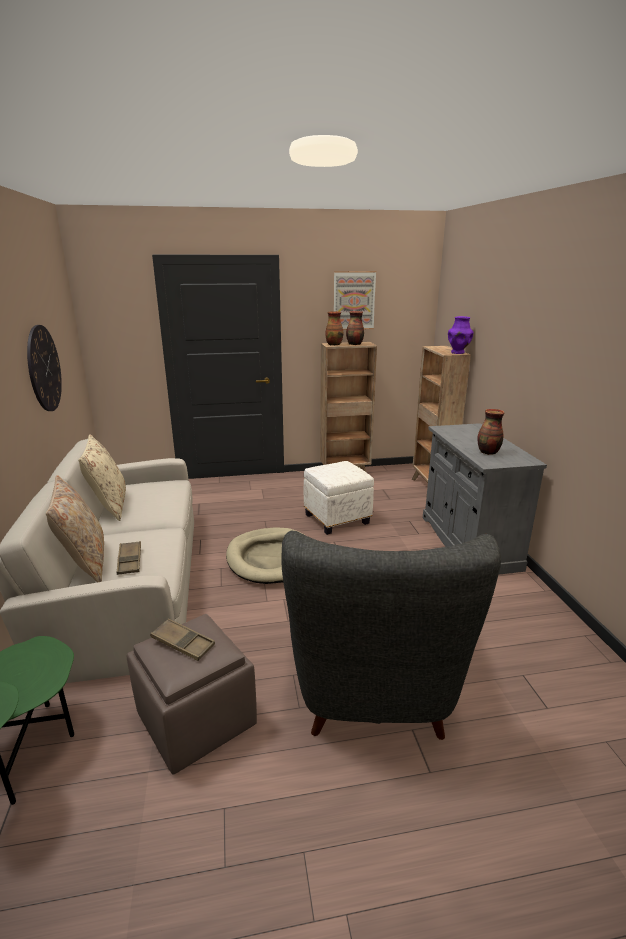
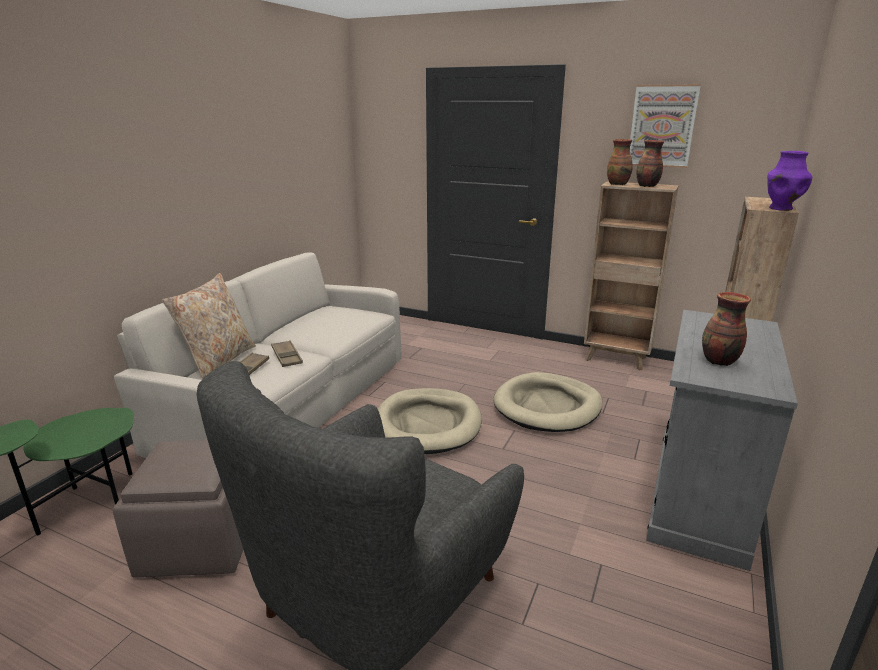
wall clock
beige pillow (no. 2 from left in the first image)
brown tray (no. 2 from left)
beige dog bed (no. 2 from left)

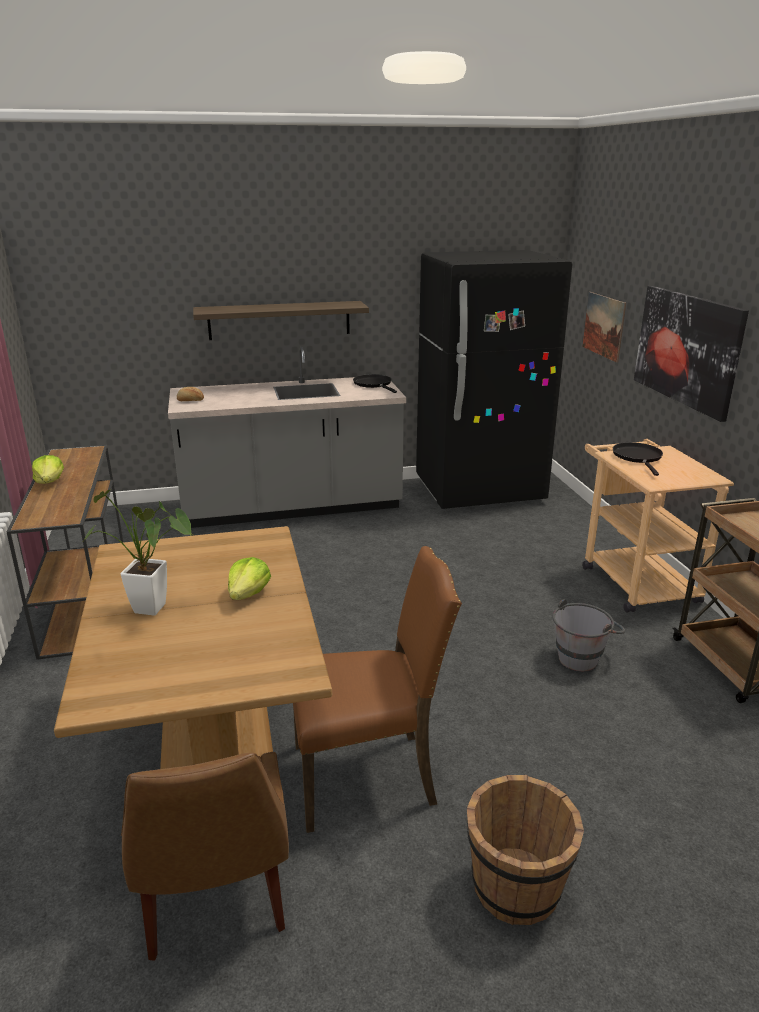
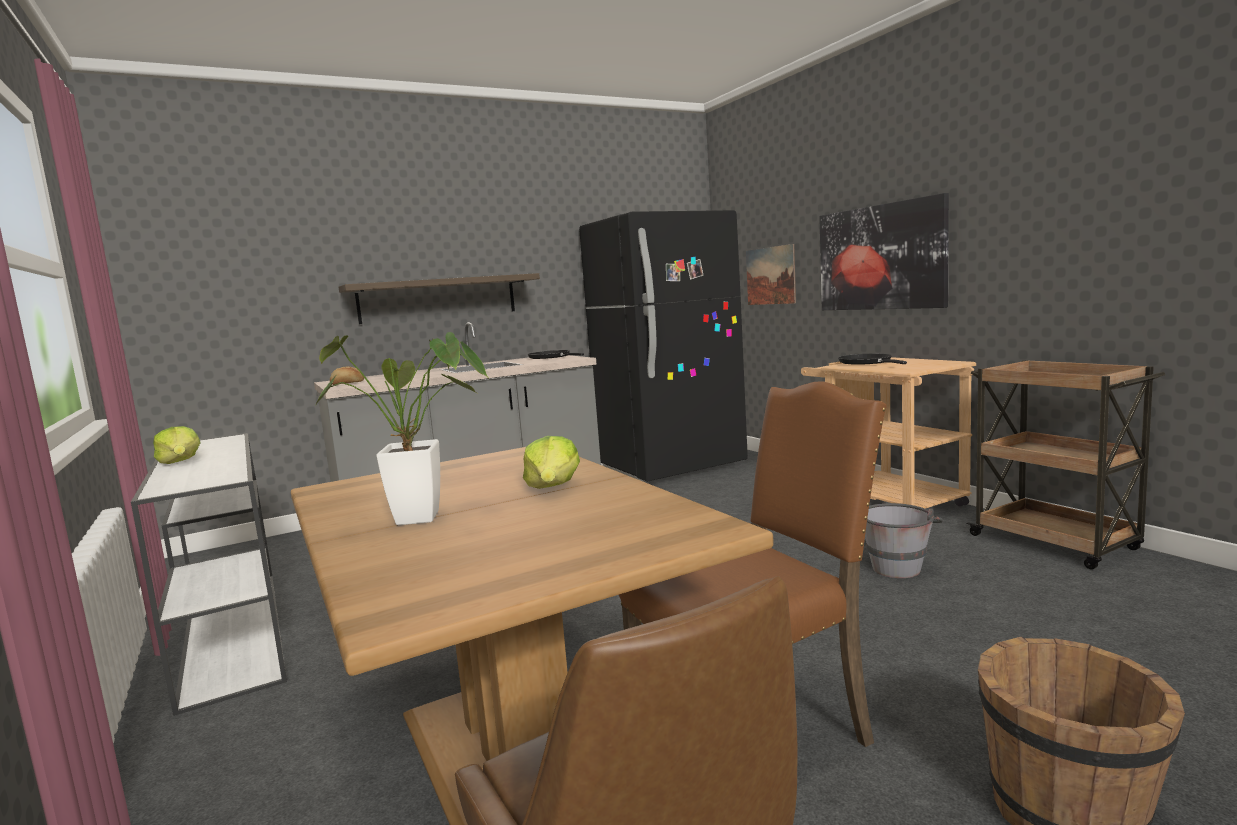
white console table

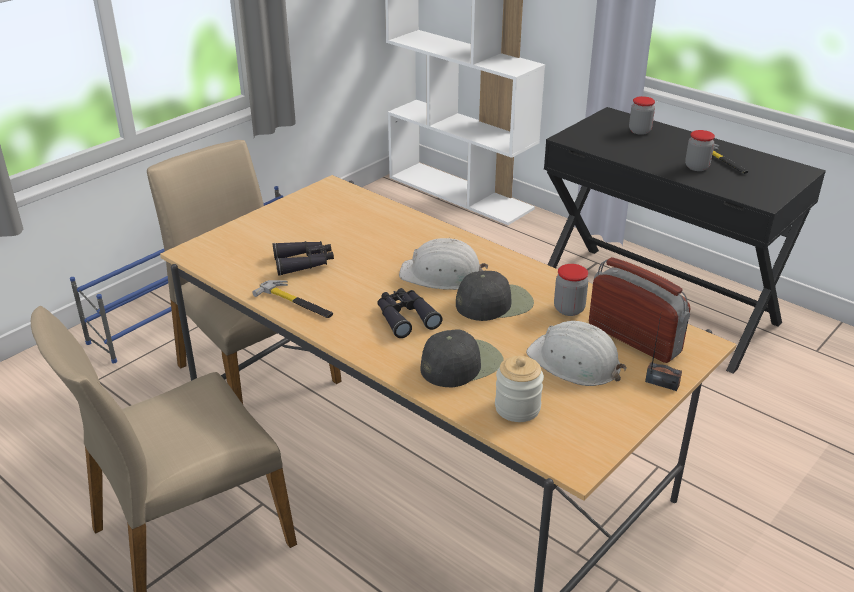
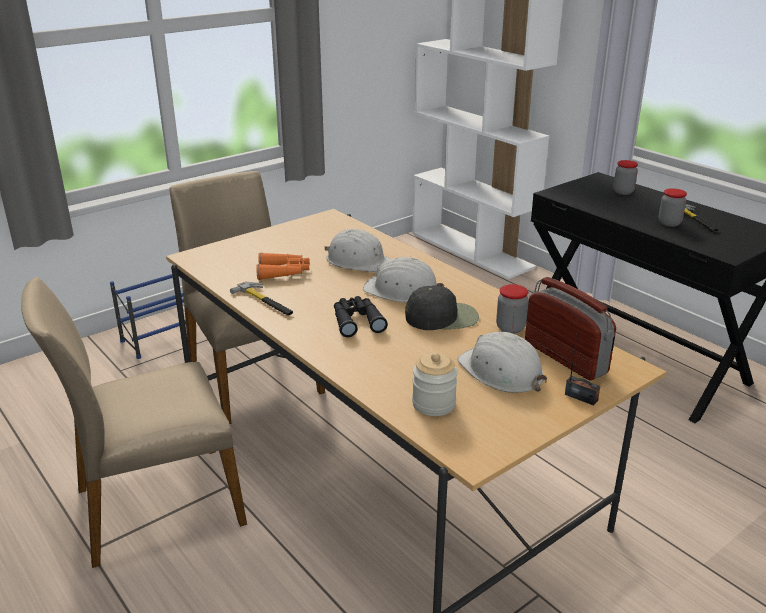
orange binoculars
black cap (no. 1 from left in the first image)
white hard hat (no. 1 from left)

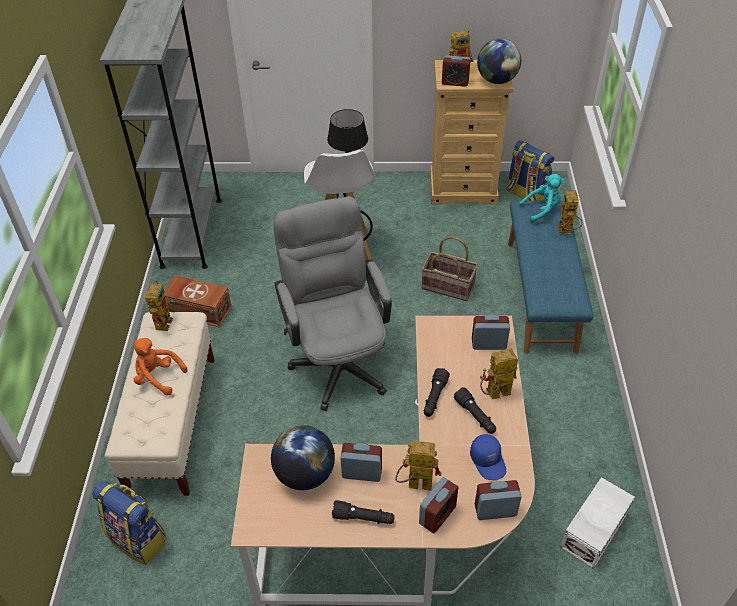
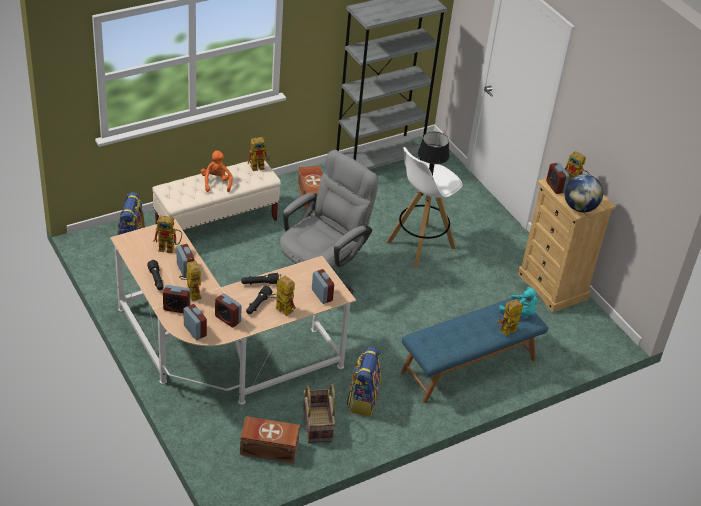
toy robot (no. 1 from left)
basket
alarm clock (no. 4 from left)
backpack (no. 2 from left)
brown storage box (no. 1 from left)

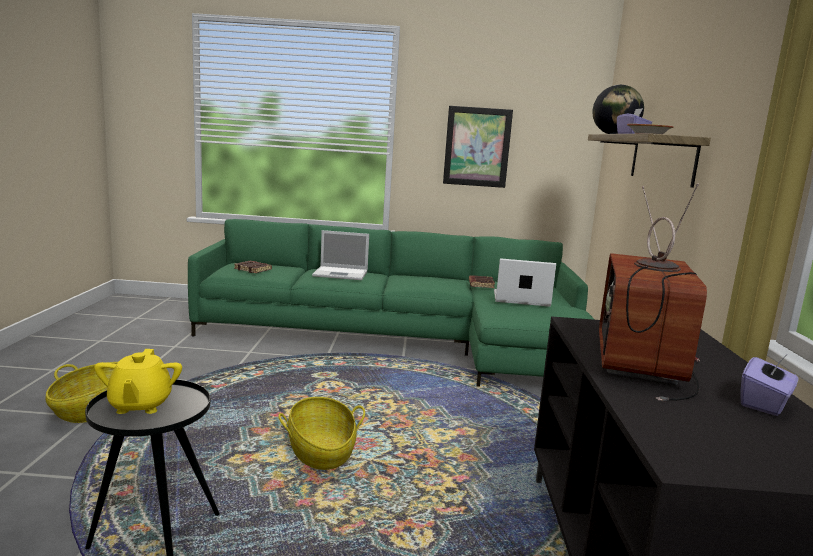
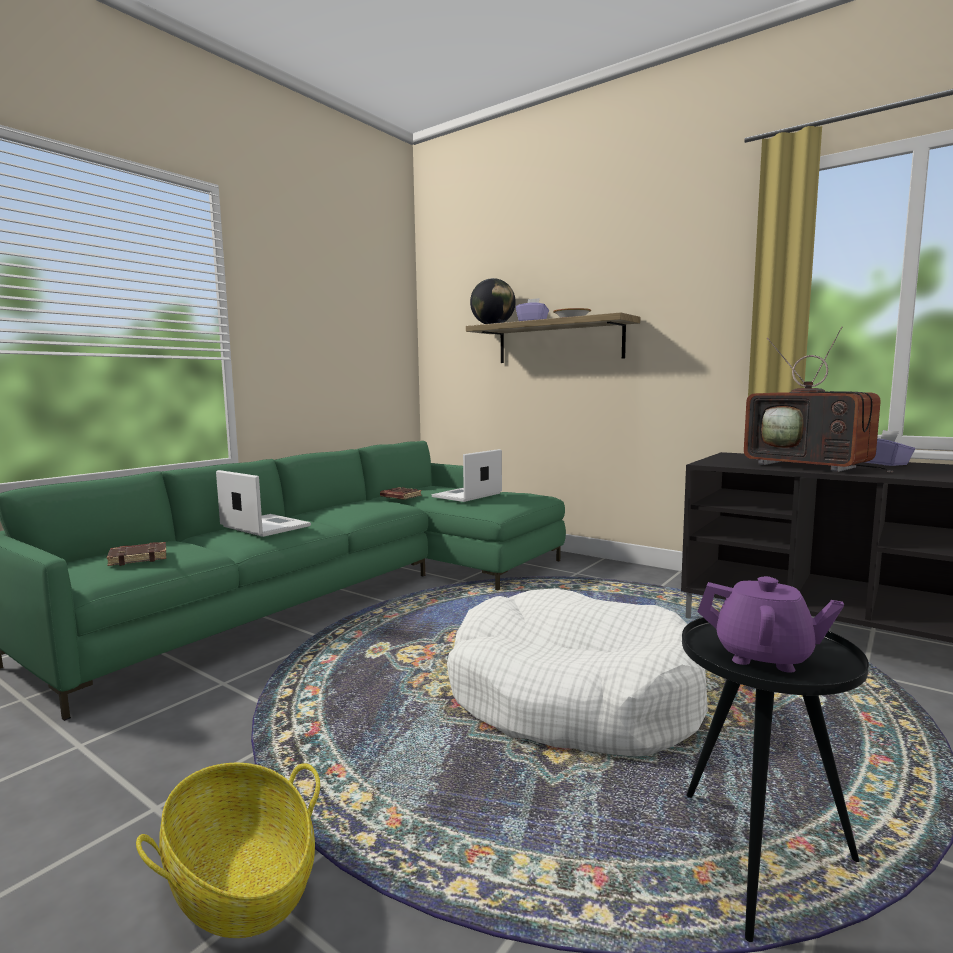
purple teapot
white dog bed
laptop (no. 1 from left)
picture

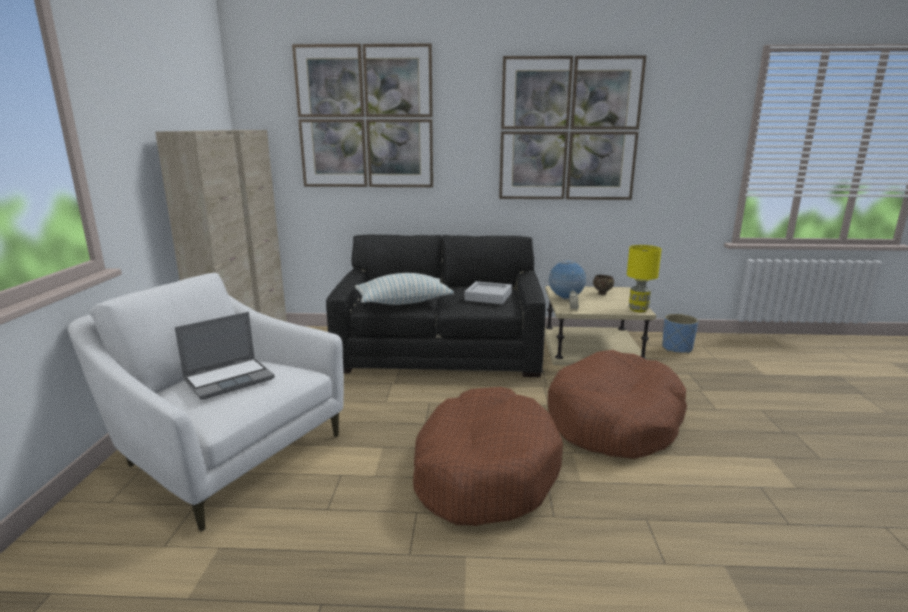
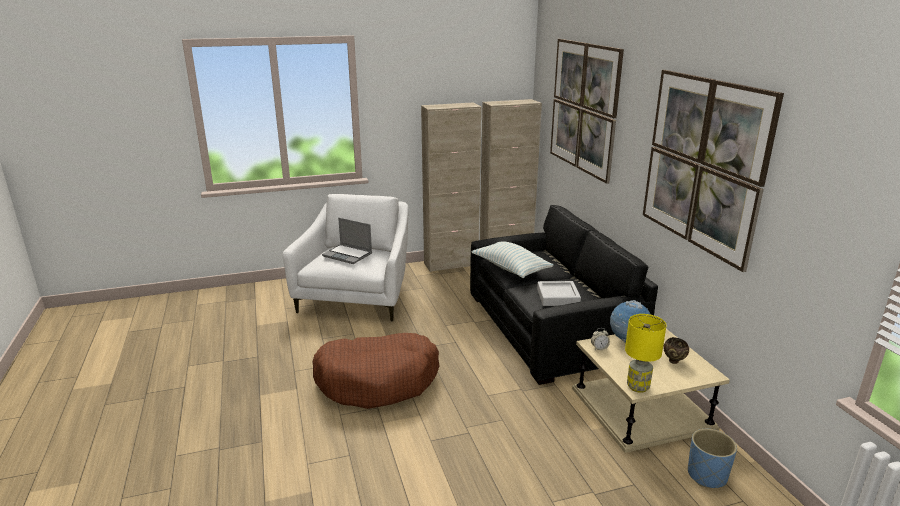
brown dog bed (no. 2 from left in the first image)

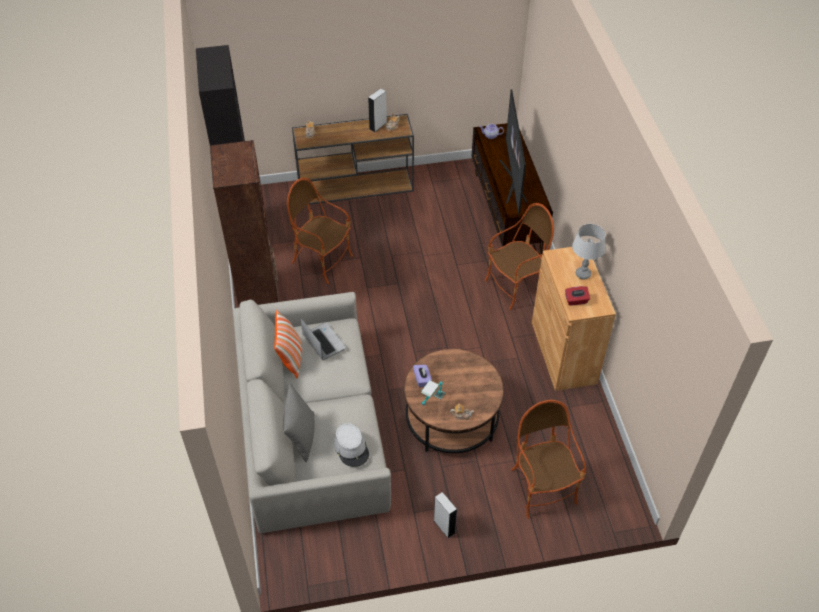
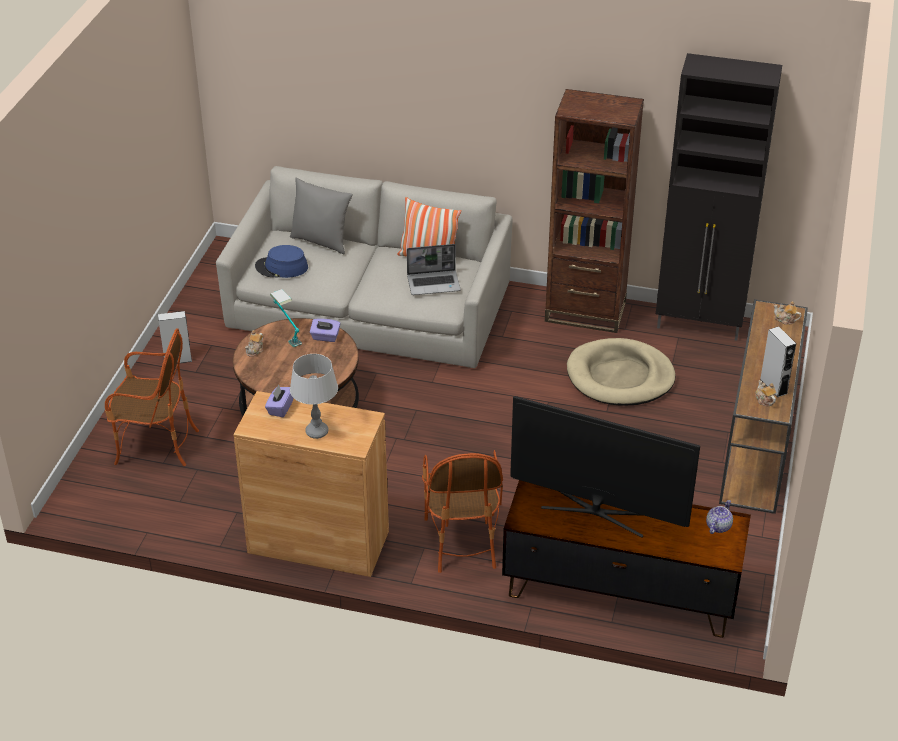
beige dog bed
blue hat
purple tissue box (no. 1 from left)

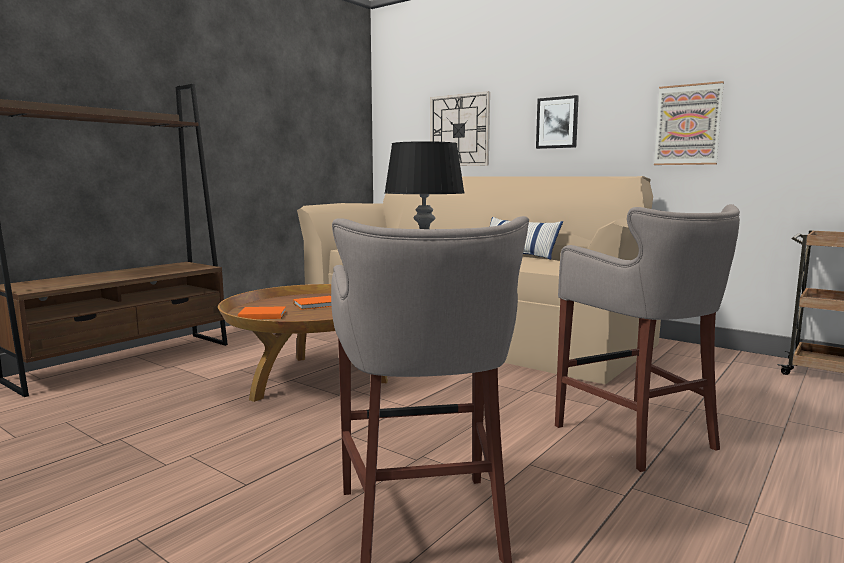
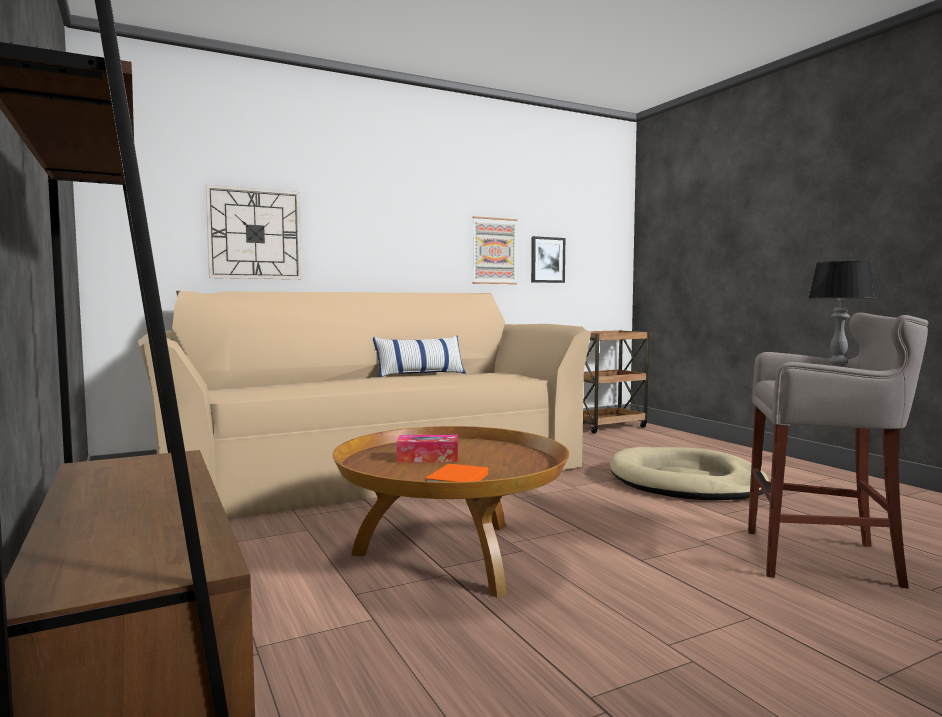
tissue box
picture (no. 2 from left)
beige dog bed

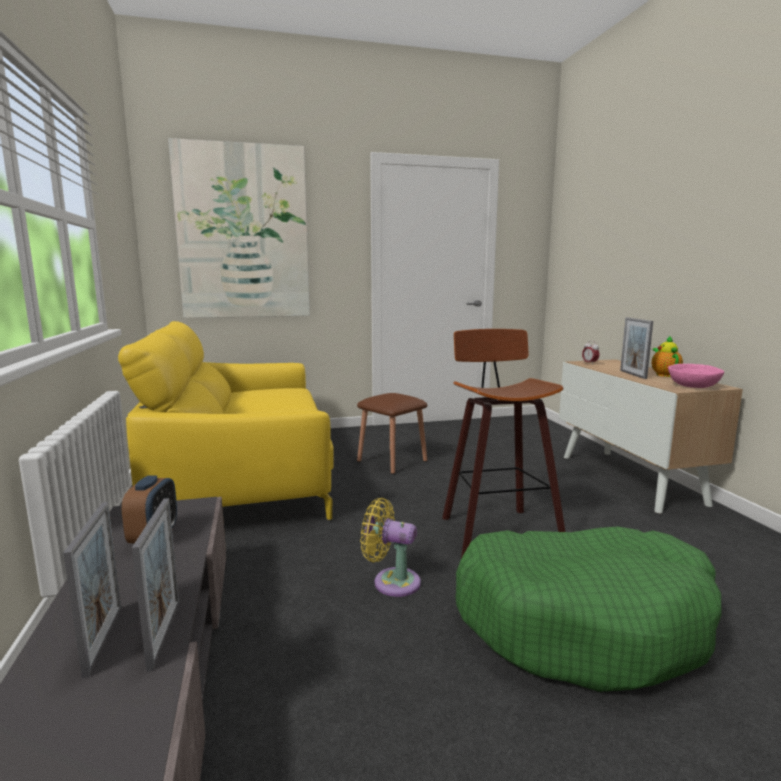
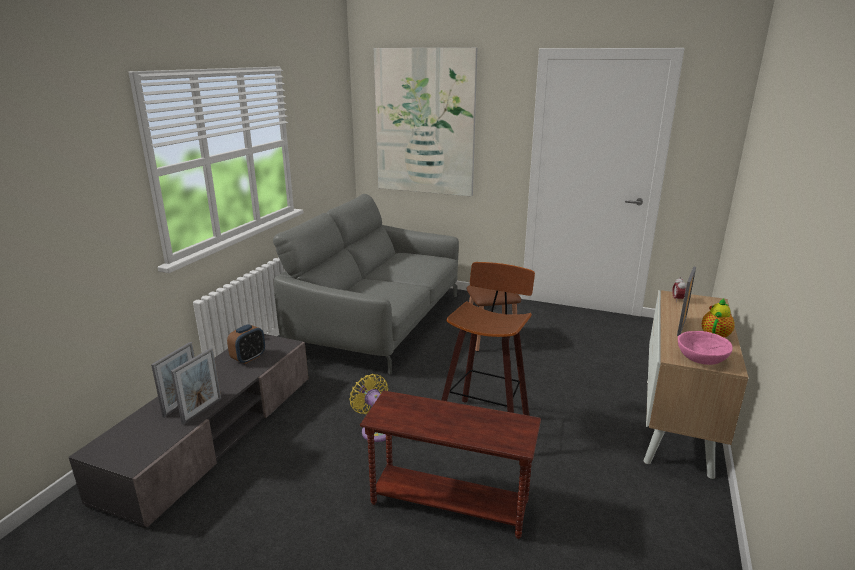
grey sofa
brown side table

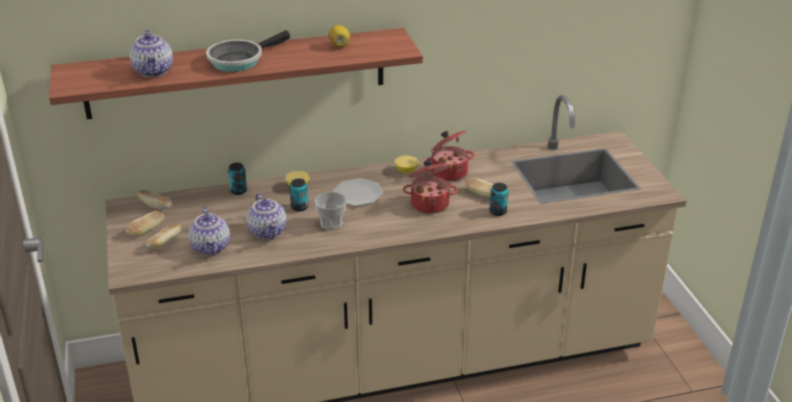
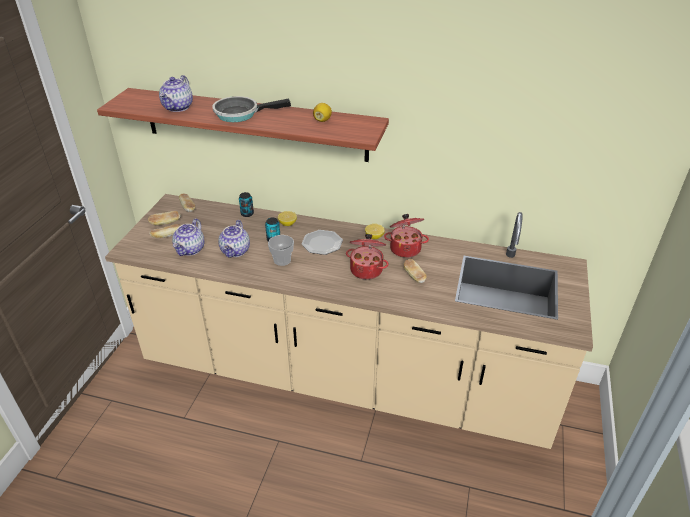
can (no. 3 from left in the first image)

